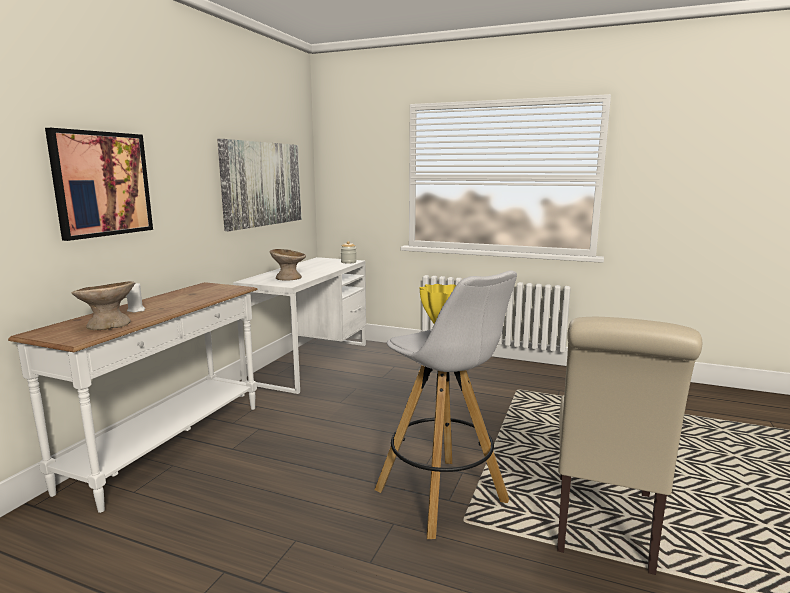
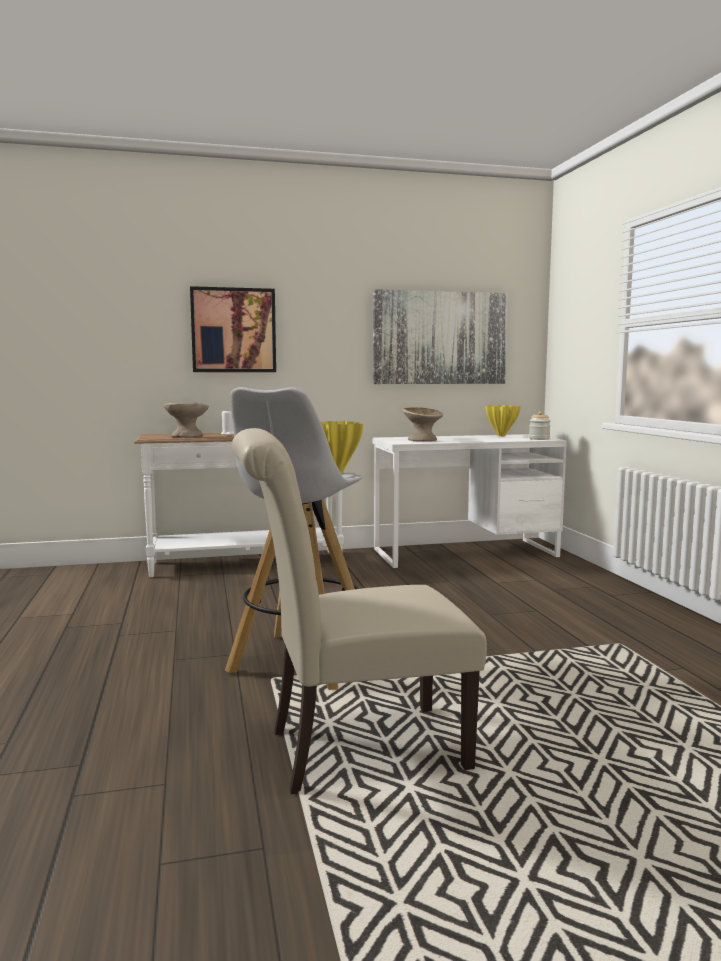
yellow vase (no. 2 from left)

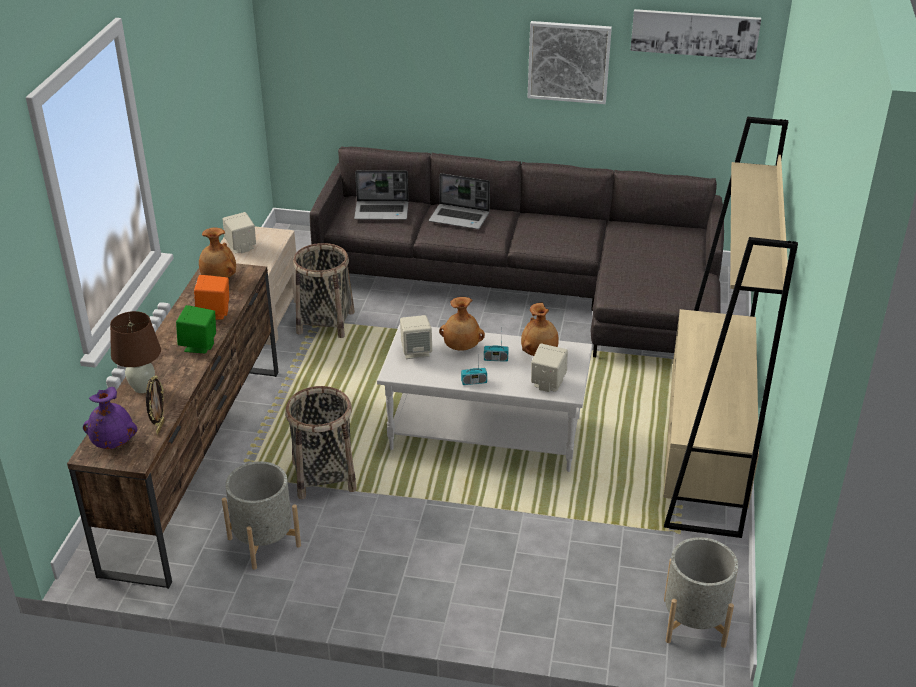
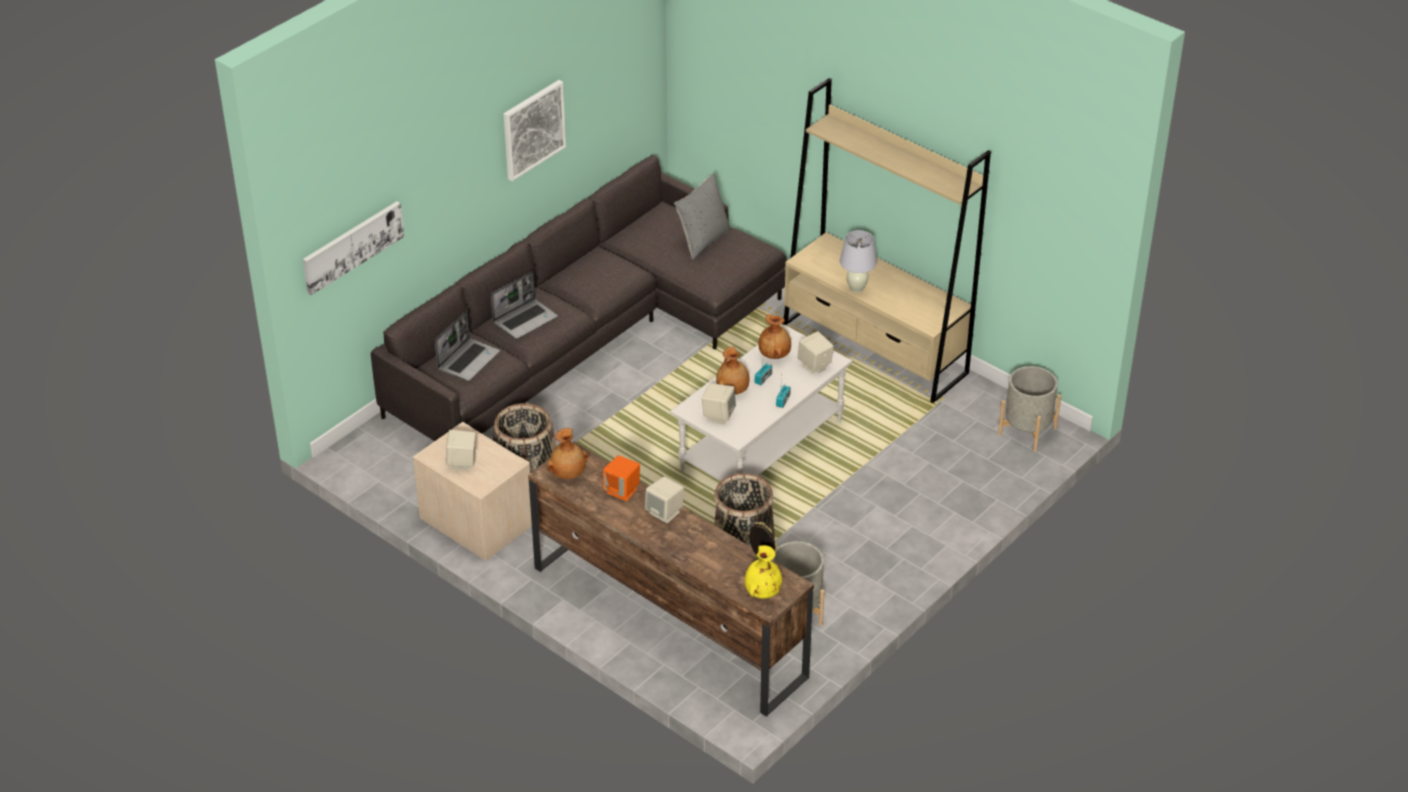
yellow vase
brown table lamp
beige speaker (no. 2 from left)
picture (no. 1 from left)
grey pillow
white table lamp

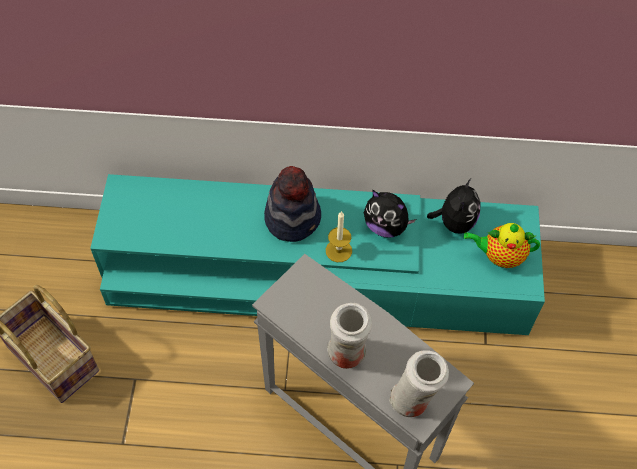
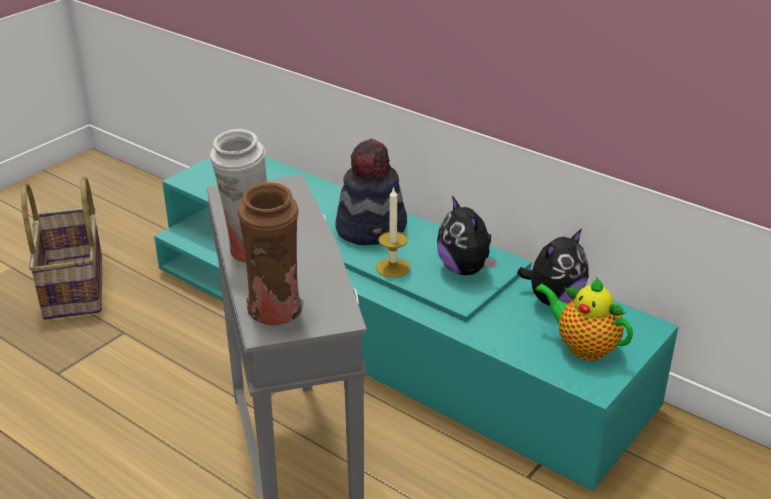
brown vase

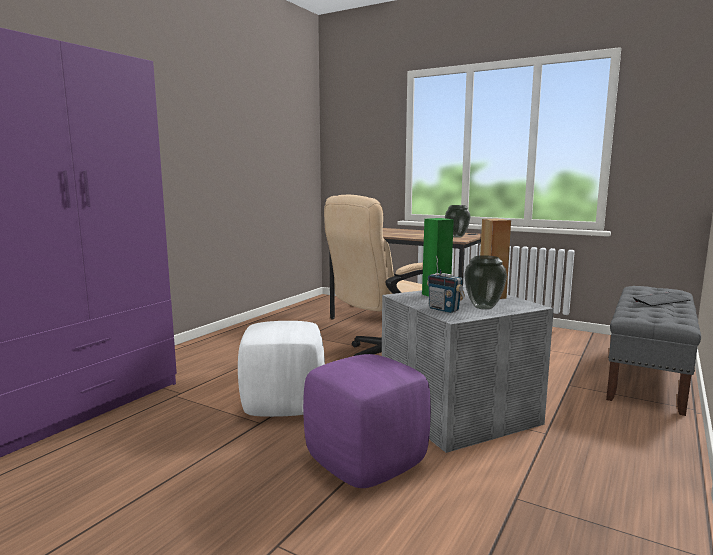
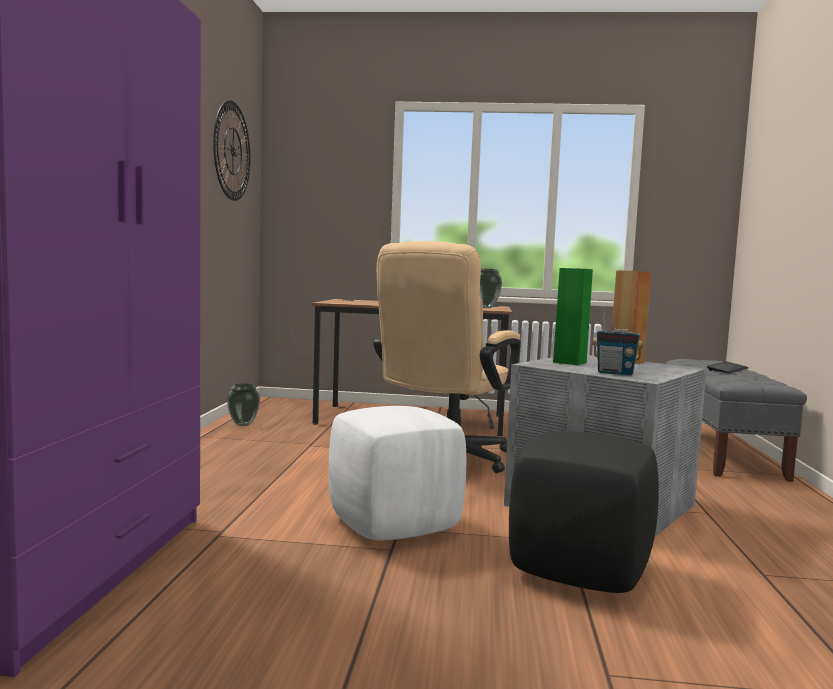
black ottoman
vase (no. 1 from left)
wall clock

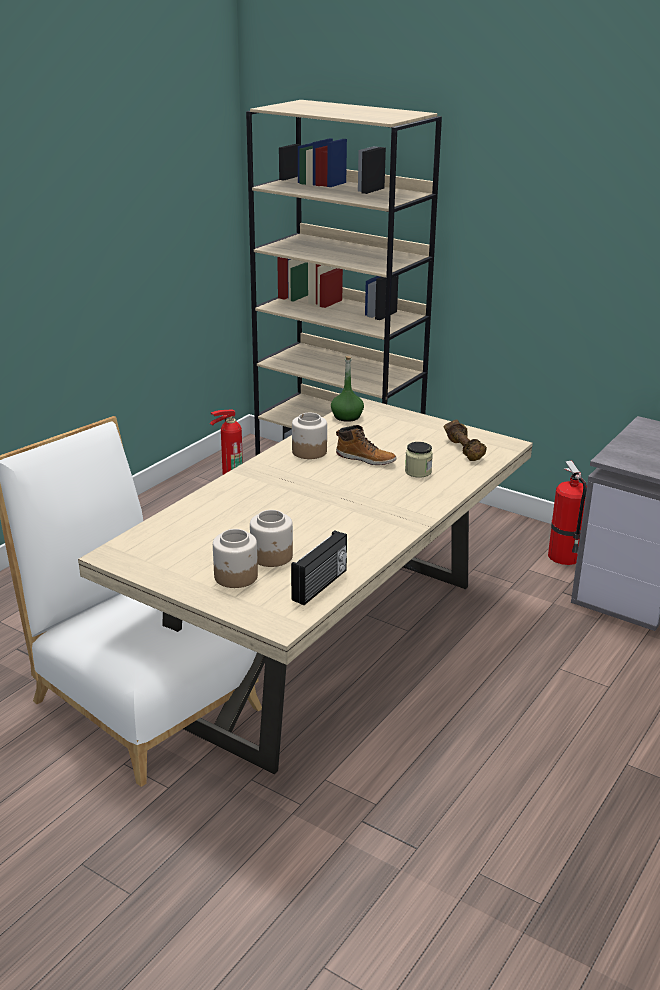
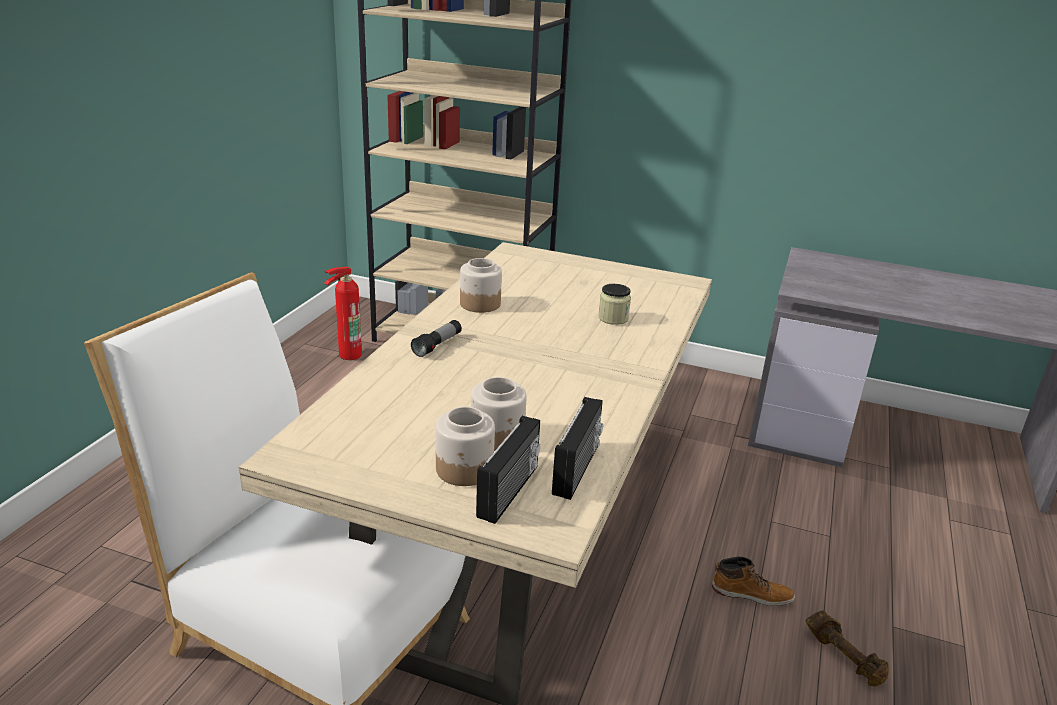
green bottle
boot
brown dumbbell
fire extinguisher (no. 2 from left in the first image)
flashlight
radio (no. 1 from left)

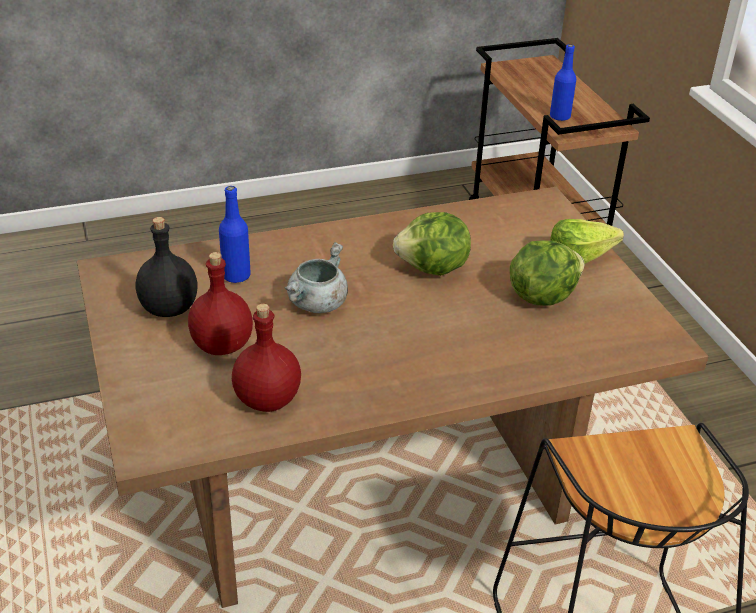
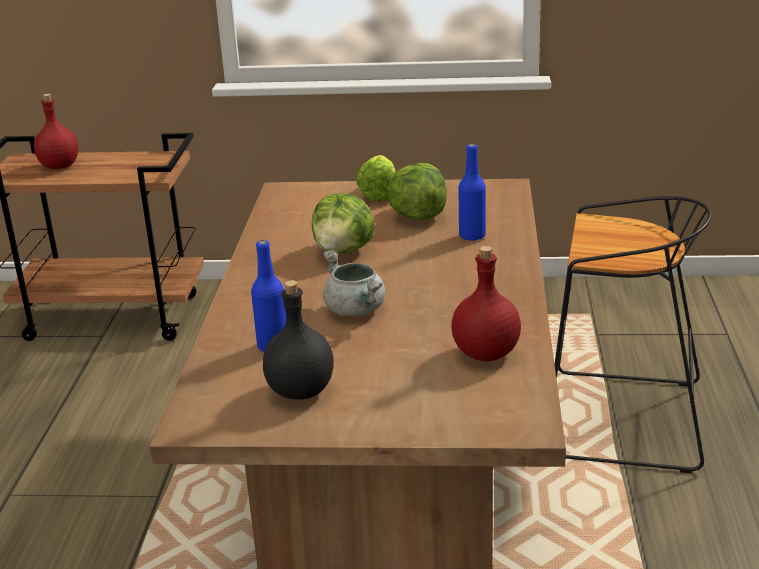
red bottle (no. 1 from left)
blue bottle (no. 2 from left)

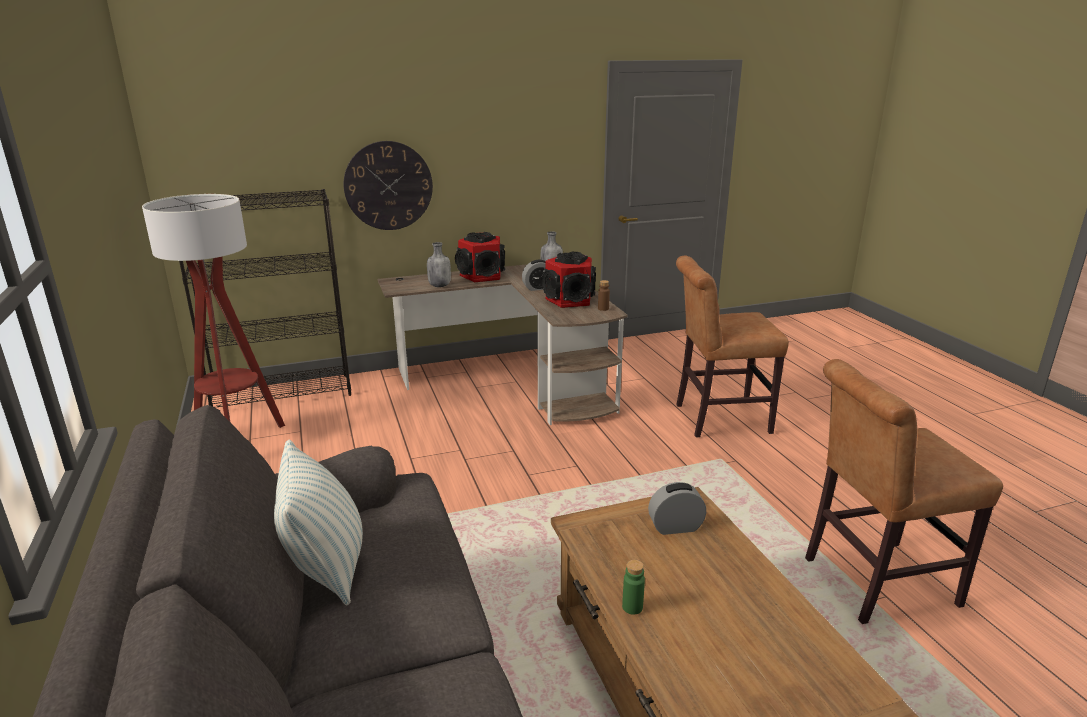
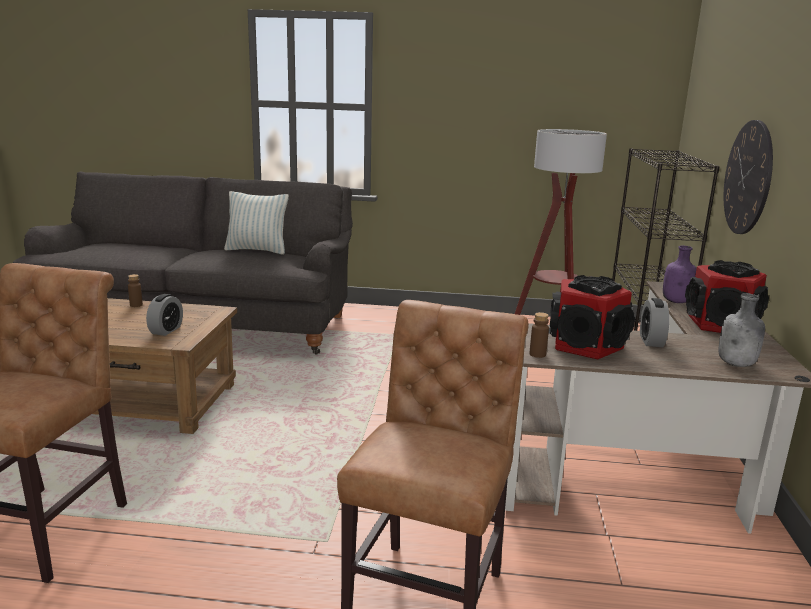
purple bottle
brown bottle (no. 1 from left)

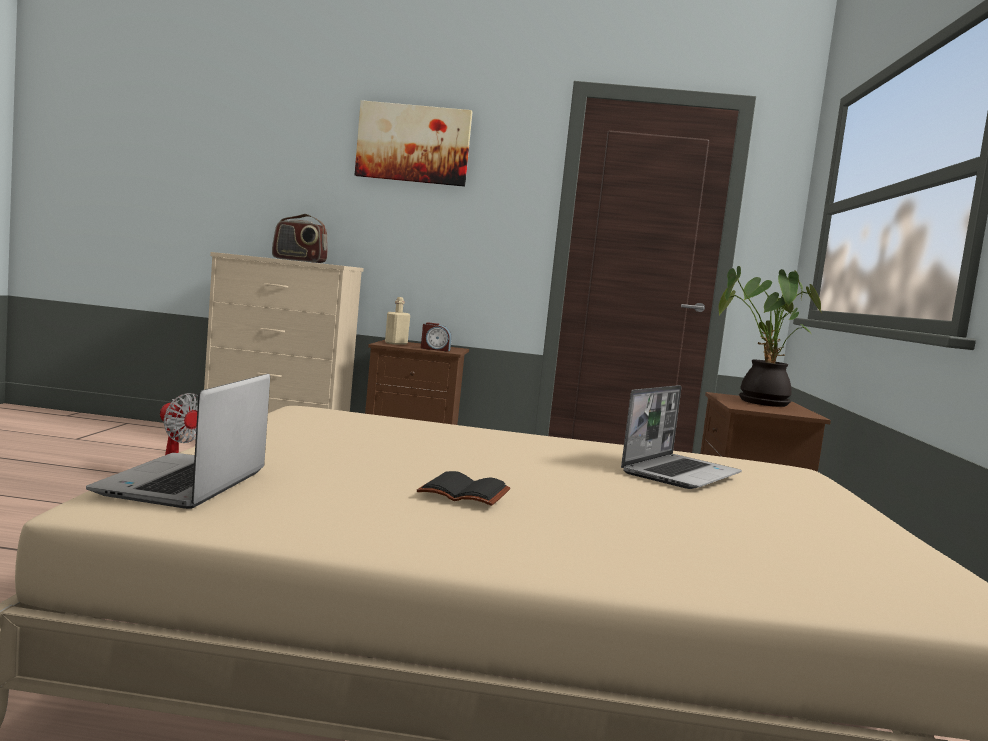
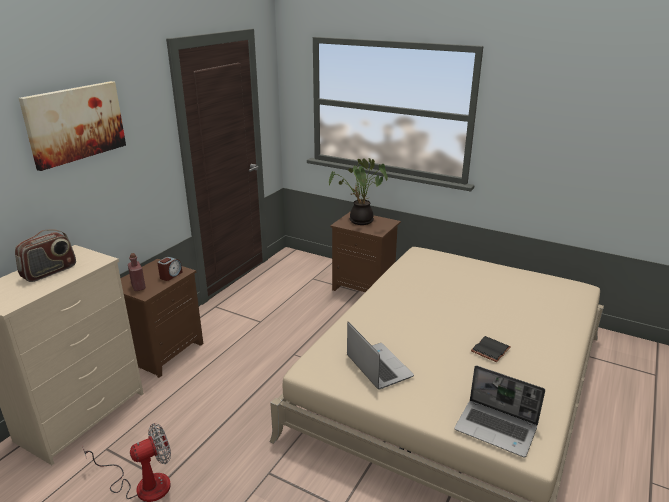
red bottle
laptop (no. 1 from left)

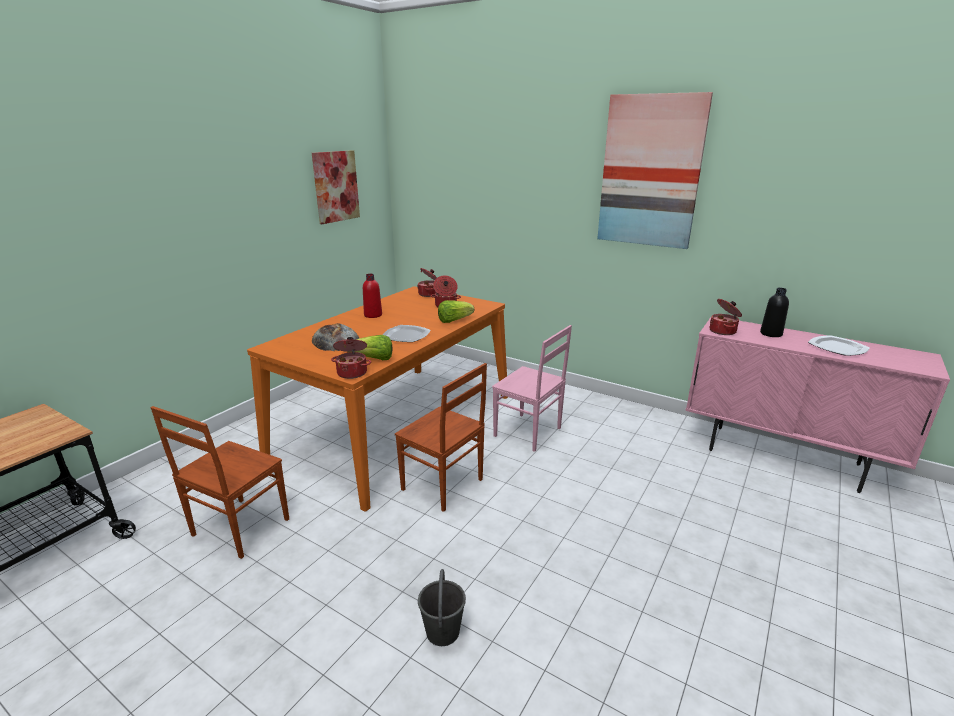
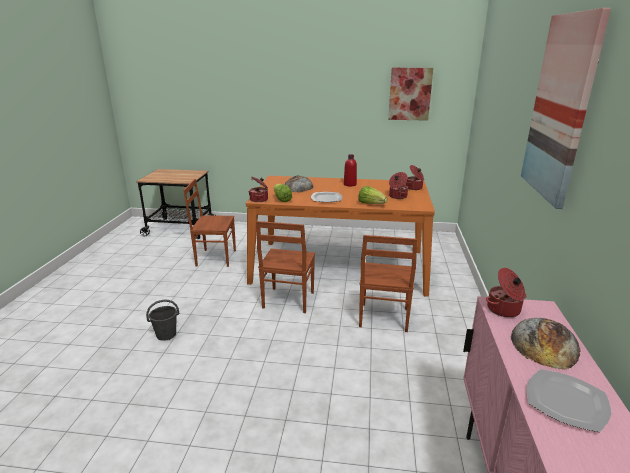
brown chair (no. 3 from left)
bread (no. 2 from left)

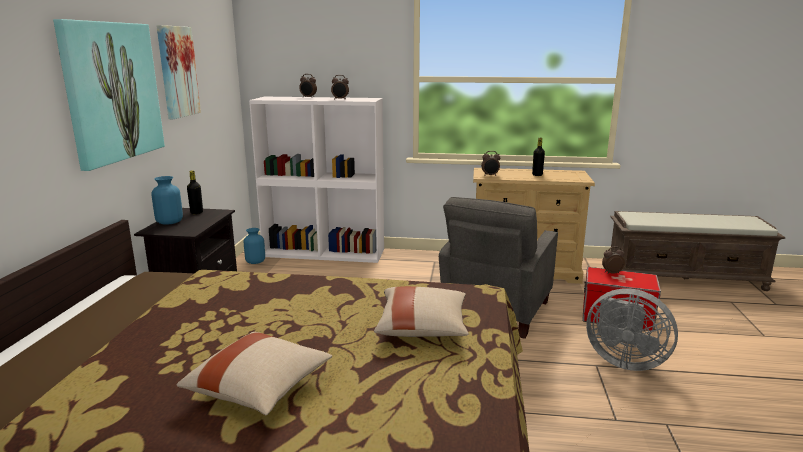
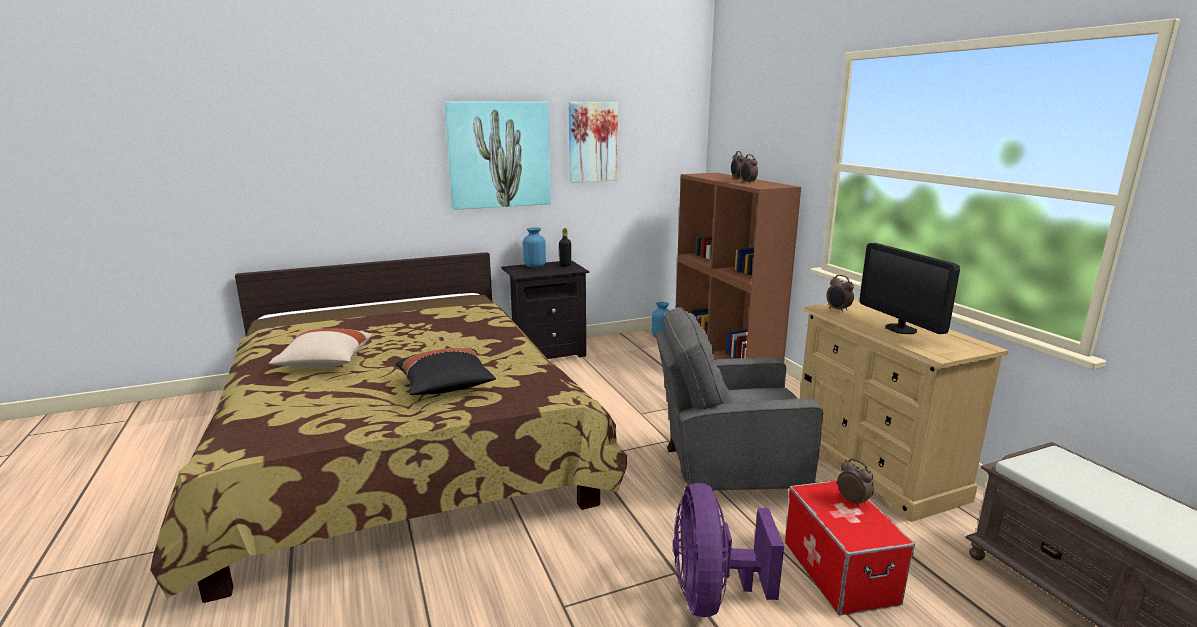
brown bookcase
black pillow
monitor
purple fan

